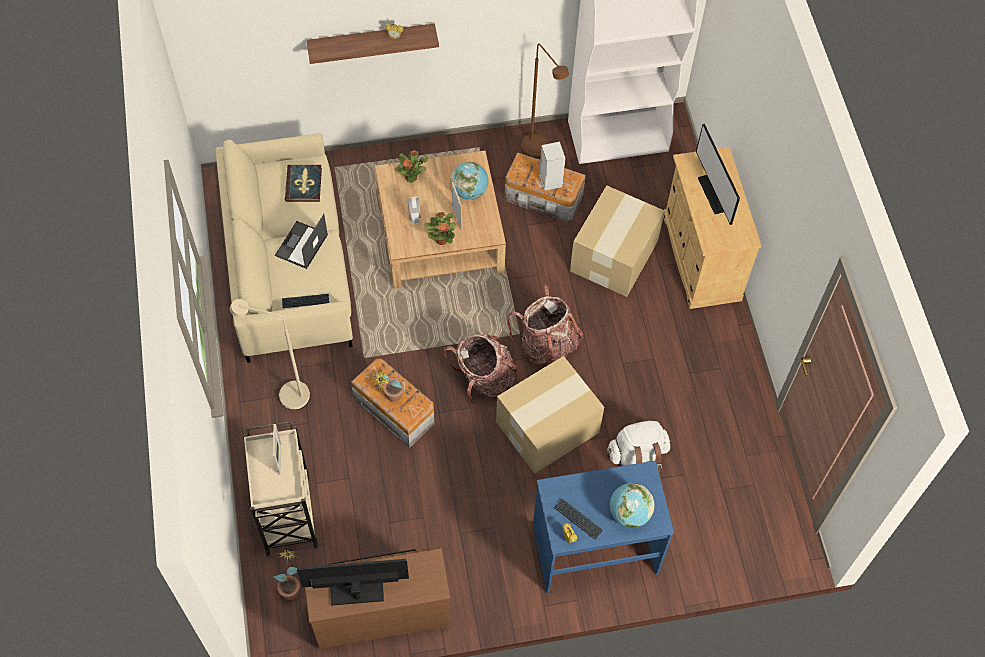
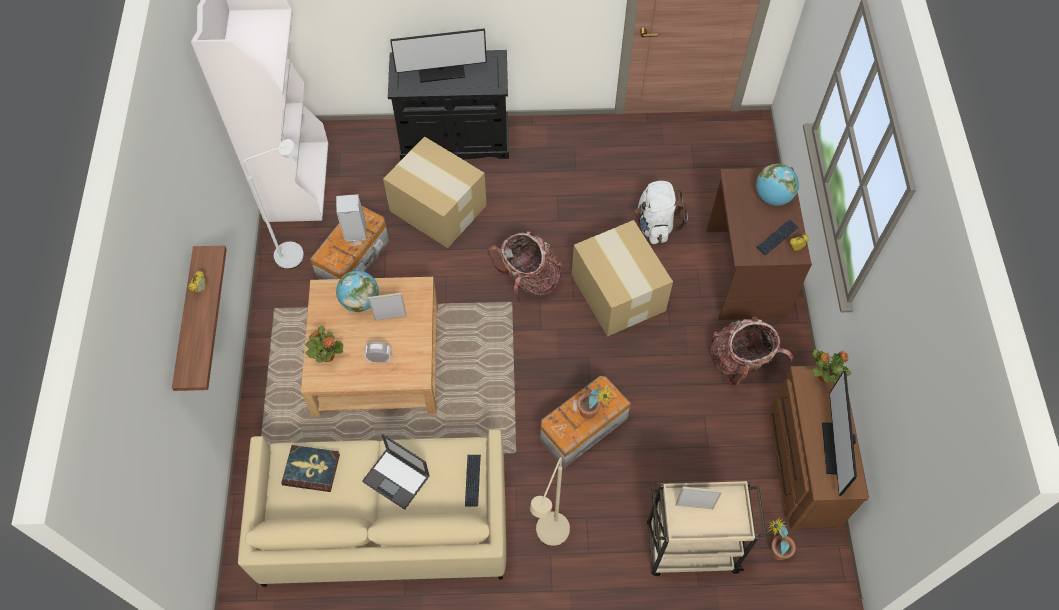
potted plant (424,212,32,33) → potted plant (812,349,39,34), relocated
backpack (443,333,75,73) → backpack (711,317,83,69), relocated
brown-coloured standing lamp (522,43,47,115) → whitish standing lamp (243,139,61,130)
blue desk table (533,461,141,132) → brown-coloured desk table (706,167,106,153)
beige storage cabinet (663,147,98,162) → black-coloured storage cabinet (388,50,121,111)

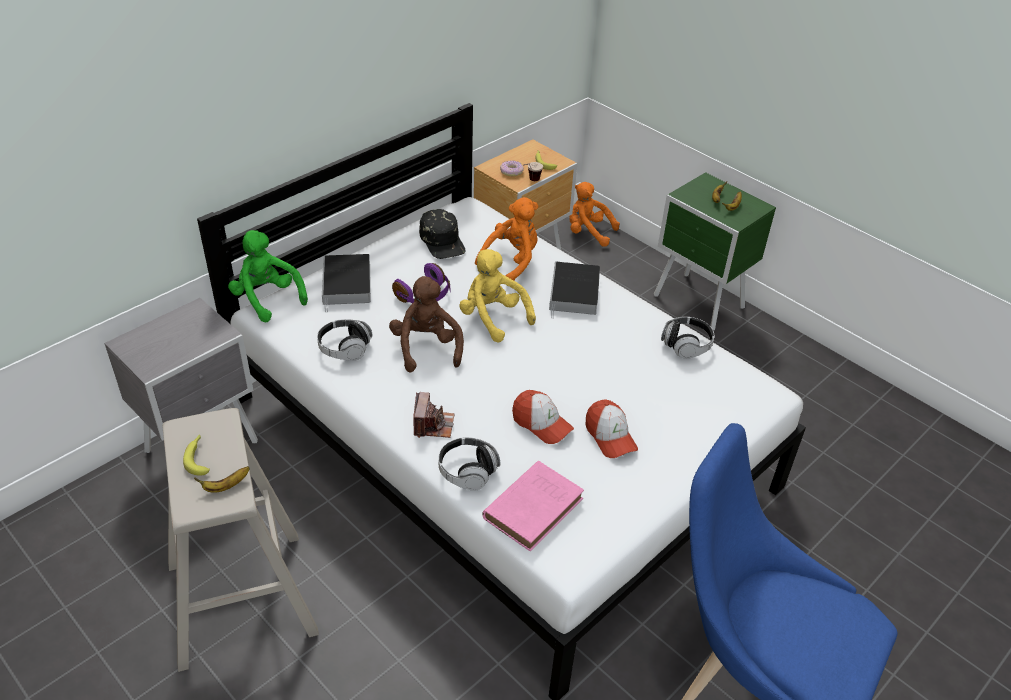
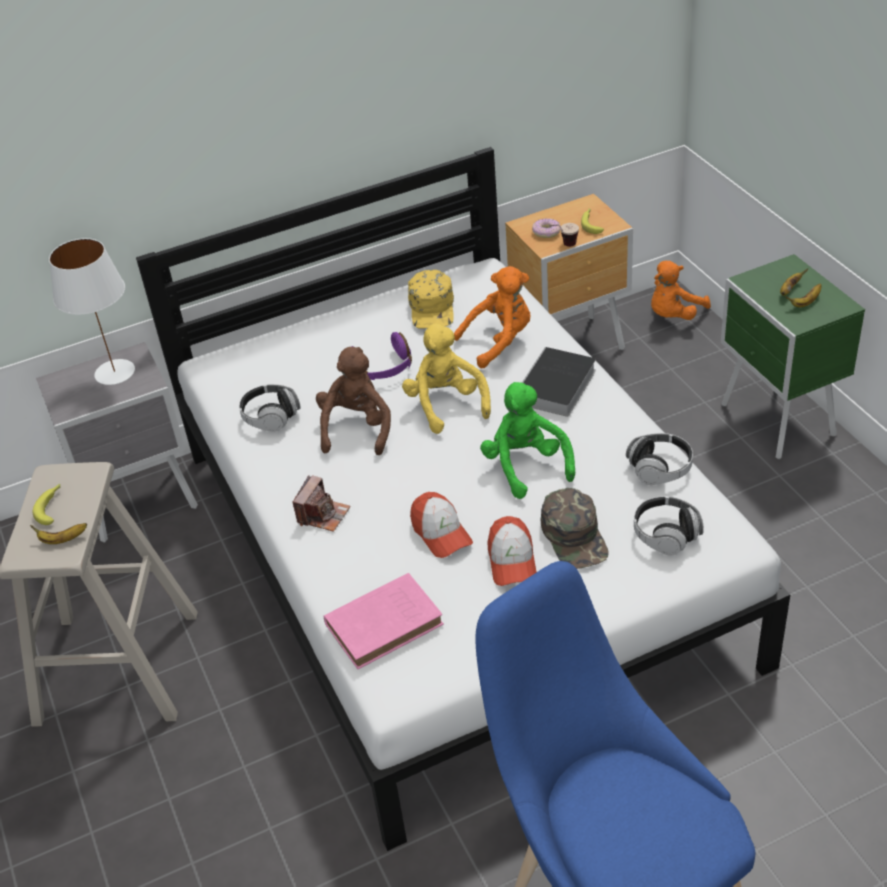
green-coloured cuddly toy (228,230,80,92) → green-coloured cuddly toy (480,382,95,117), relocated
bound book (322,254,49,59) → -
black-coloured cap (419,209,47,50) → yellowish cap (408,270,46,59)
headset (439,437,62,54) → headset (634,496,70,59), relocated
orangey cuddly toy (569,182,51,65) → orangey cuddly toy (651,260,60,60), 90 degrees counterclockwise
- → whitish table lamp (49,238,86,147)
- → green-coloured cap (541,488,68,81)

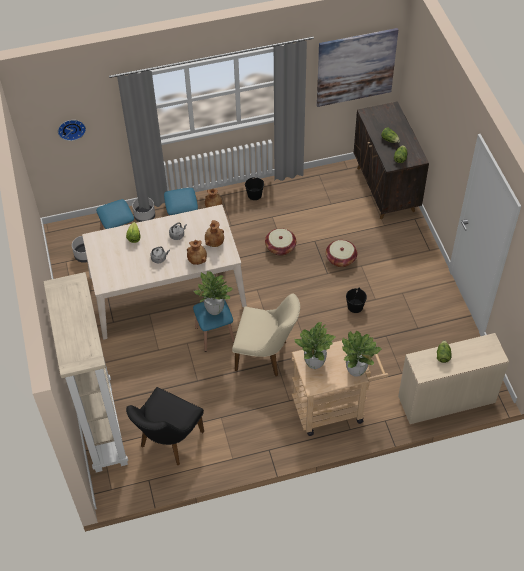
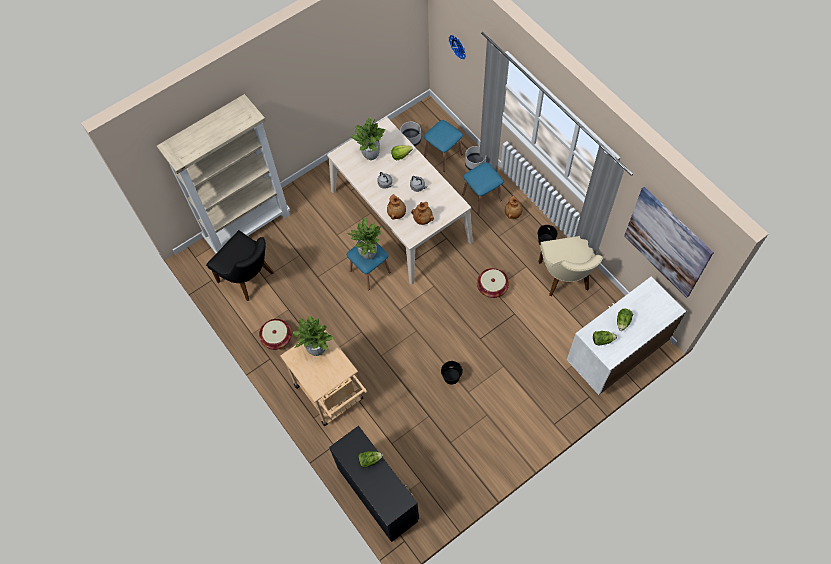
black-coloured plain chair (126,387,78,78) → black-coloured plain chair (206,230,68,71), 150 degrees counterclockwise
beige plain chair (232,293,68,83) → beige plain chair (538,236,65,60), relocated
household basket (326,240,31,27) → household basket (259,319,33,31), relocated
potted plant (342,331,39,46) → potted plant (350,117,36,43), relocated
brown-coloured storage cabinet (354,101,75,118) → whitish storage cabinet (567,276,119,119)
beige desk table (398,333,111,91) → black-coloured desk table (329,426,90,116)

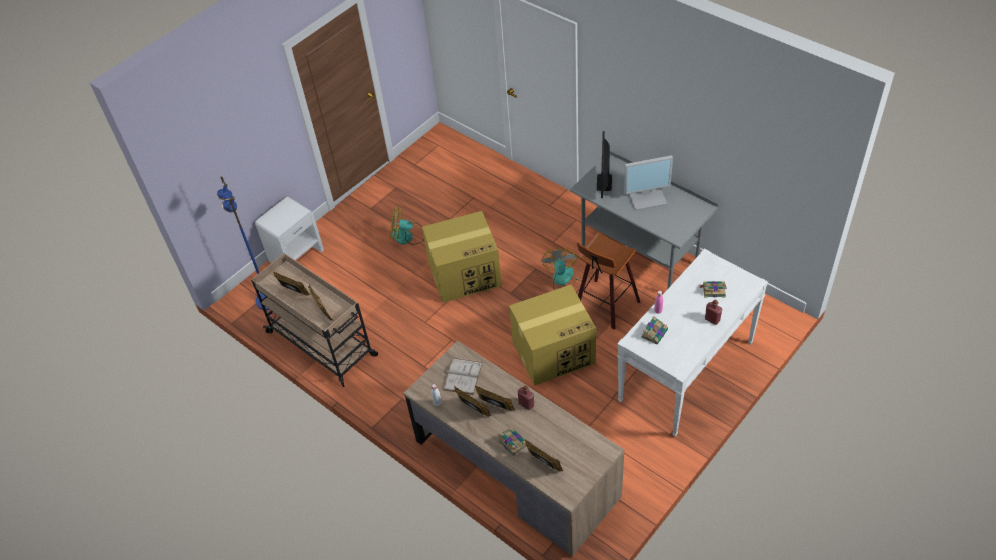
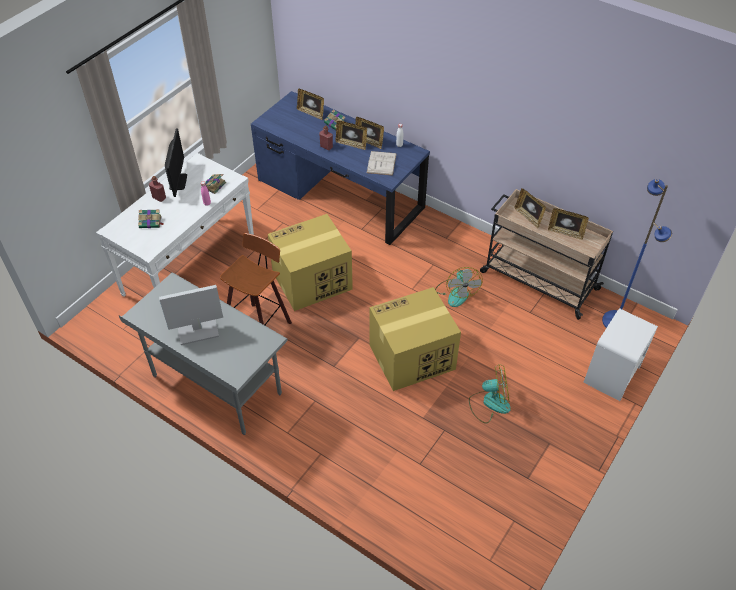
brown-coloured desk table (403,341,221,216) → blue desk table (251,91,179,154)
electric fan (541,248,41,44) → electric fan (435,267,48,40), relocated
computer display (597,131,15,67) → computer display (165,129,22,68), relocated

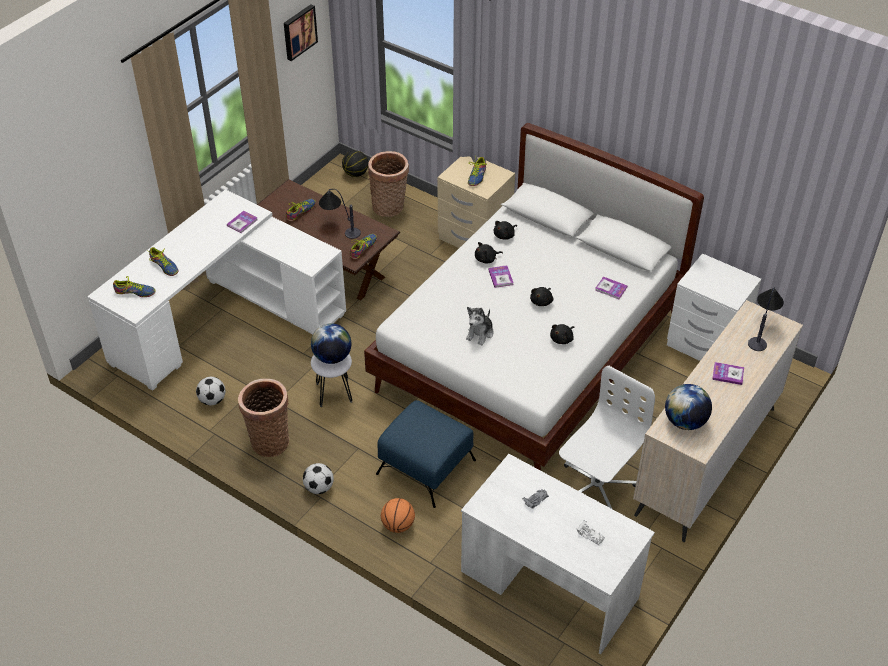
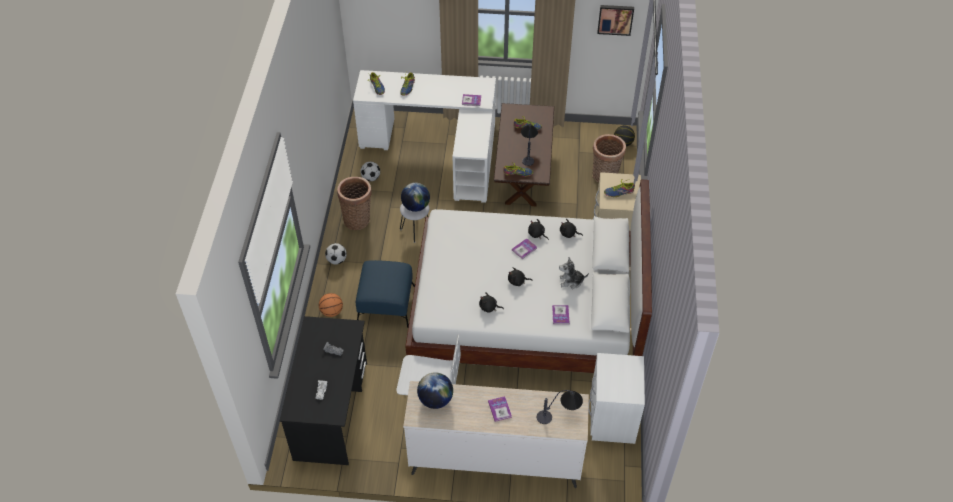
whitish desk table (461,454,194,200) → black-coloured desk table (280,316,87,149)
cuddly toy (466,307,28,38) → cuddly toy (559,257,30,32), relocated

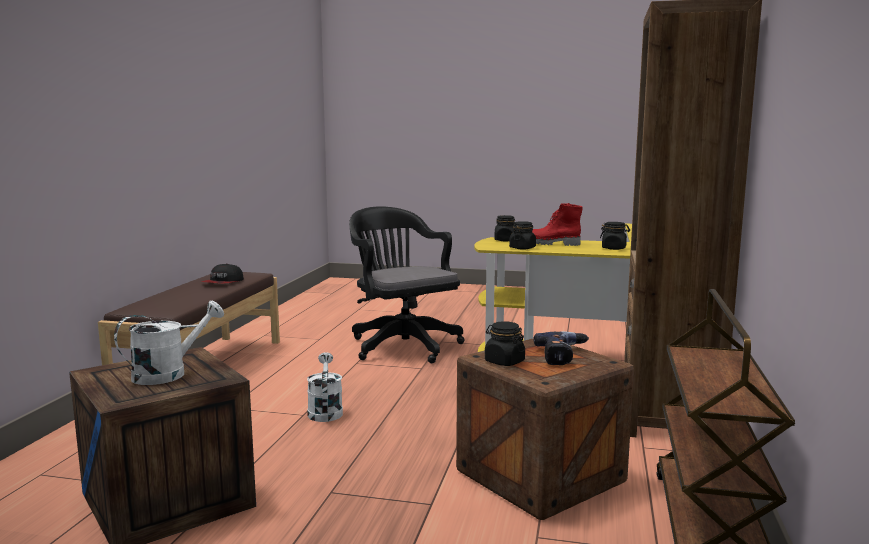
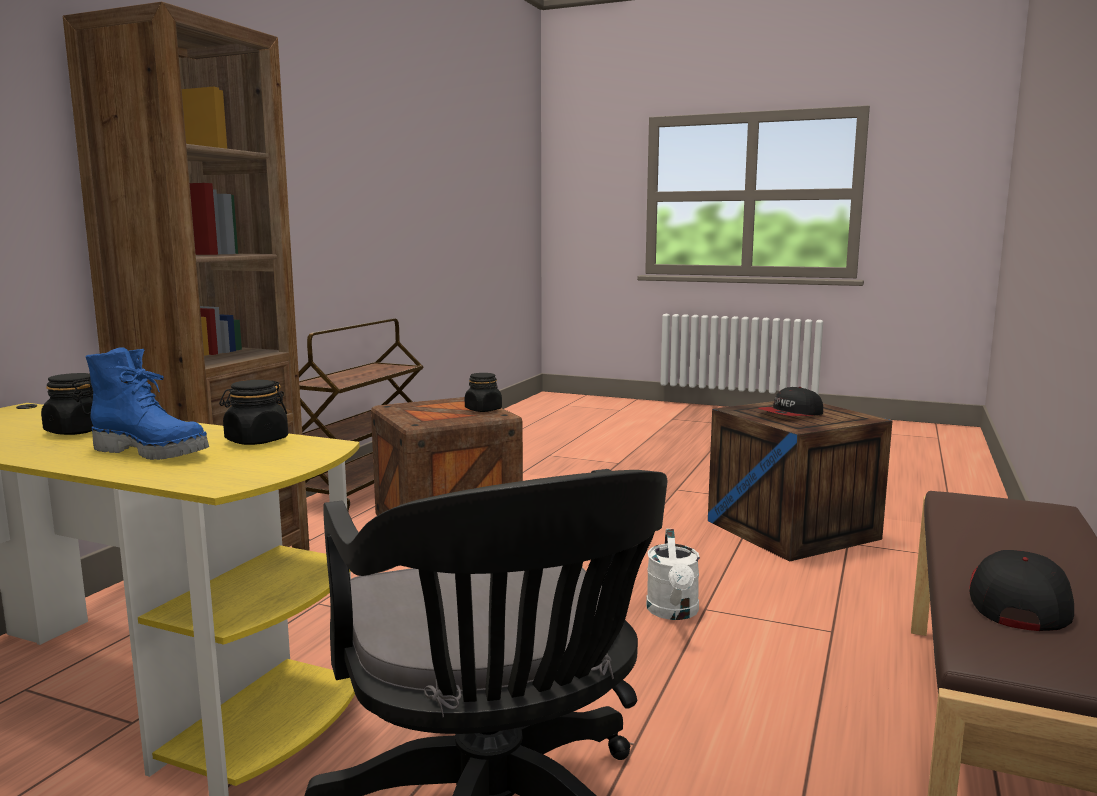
whitish sprinkling can (114,301,110,84) → cap (758,387,65,29)
black-coloured jar (495,215,20,26) → -
red high-top boot (532,203,51,43) → blue high-top boot (86,348,123,112)
drill (533,331,56,34) → -

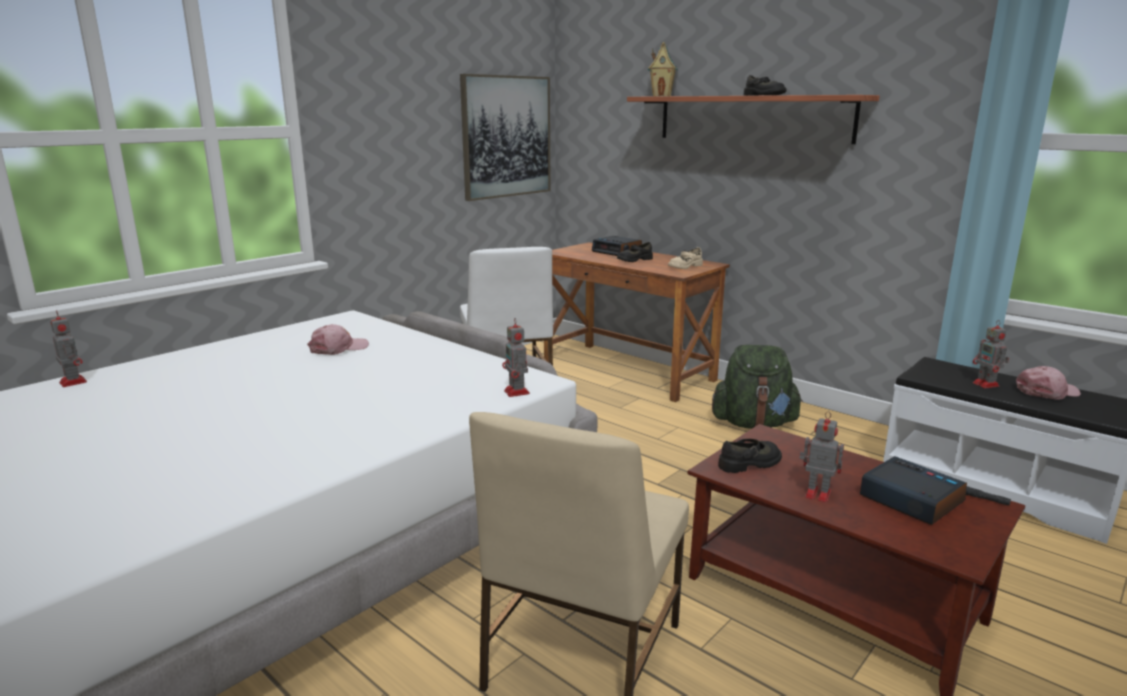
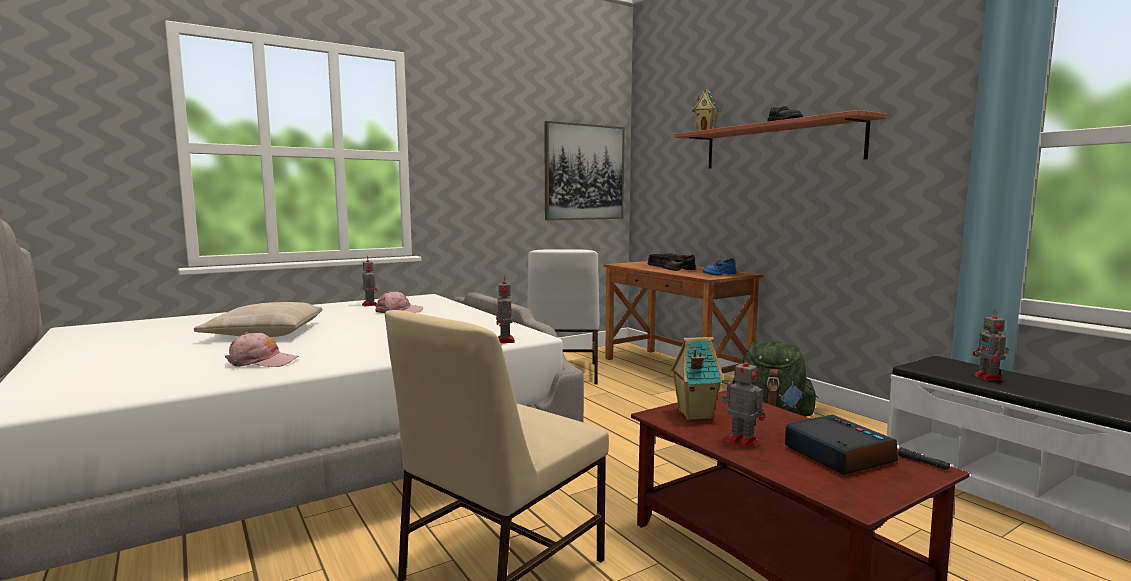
toy robot (50,310,37,77) → toy robot (362,256,16,50), relocated
beige shoe (668,247,35,22) → blue shoe (703,258,33,17)
black-coloured shoe (718,439,64,34) → toy house (671,337,53,83)
pink-coloured cap (1016,366,65,34) → pink-coloured cap (225,333,74,34), relocated
- → beige pillow (194,302,128,35)

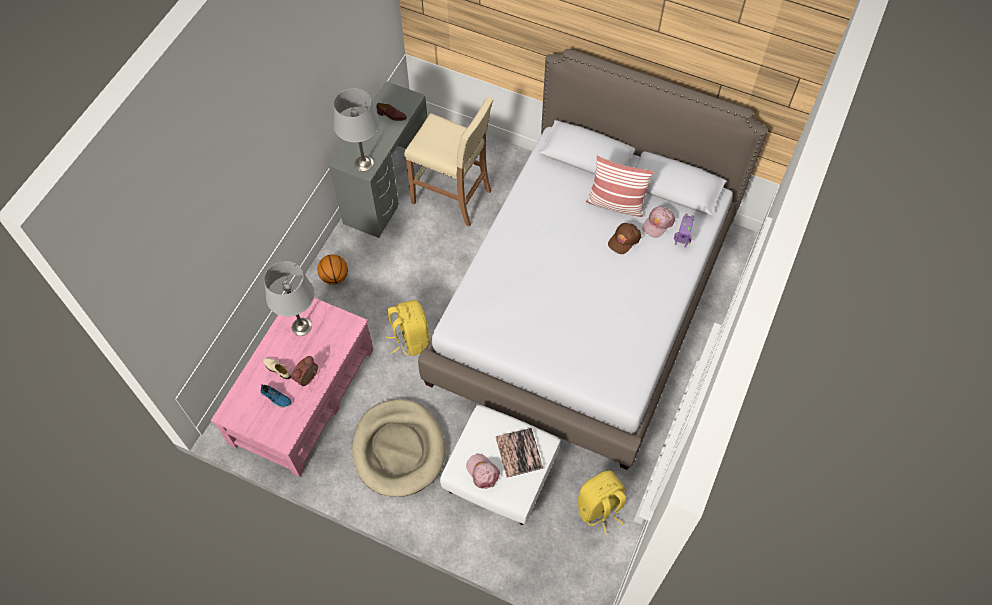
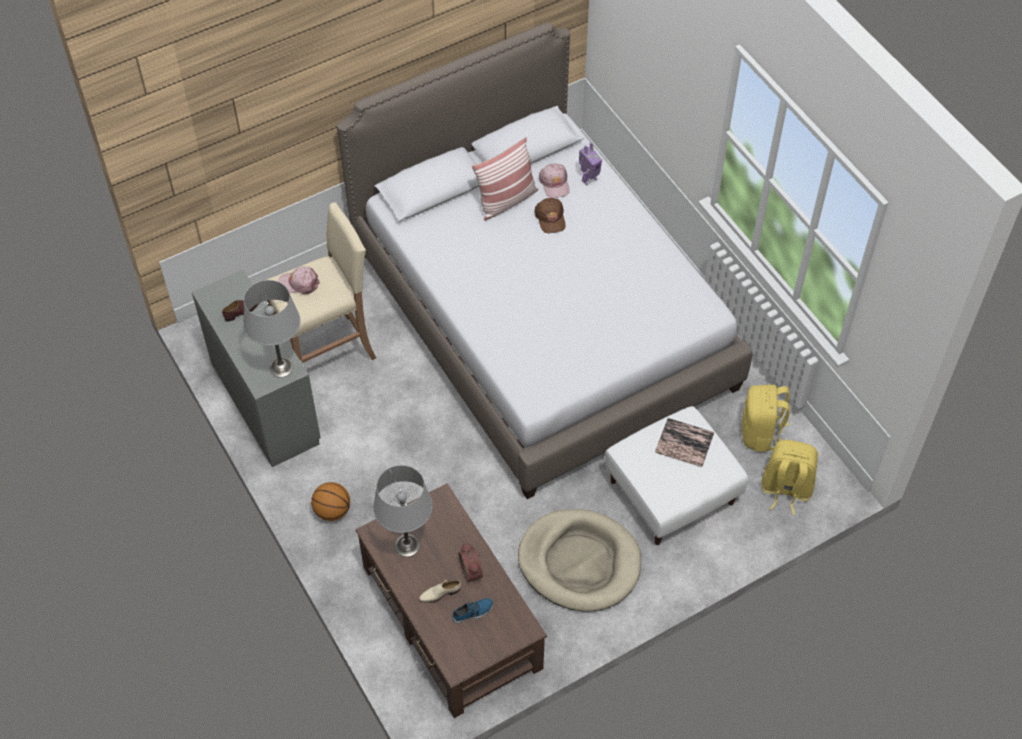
pink-coloured low table (211,290,162,187) → brown-coloured low table (355,483,192,235)
yellowish backpack (386,300,43,56) → yellowish backpack (761,440,57,75), relocated
pink-coloured cap (466,454,34,35) → pink-coloured cap (278,266,42,28), relocated

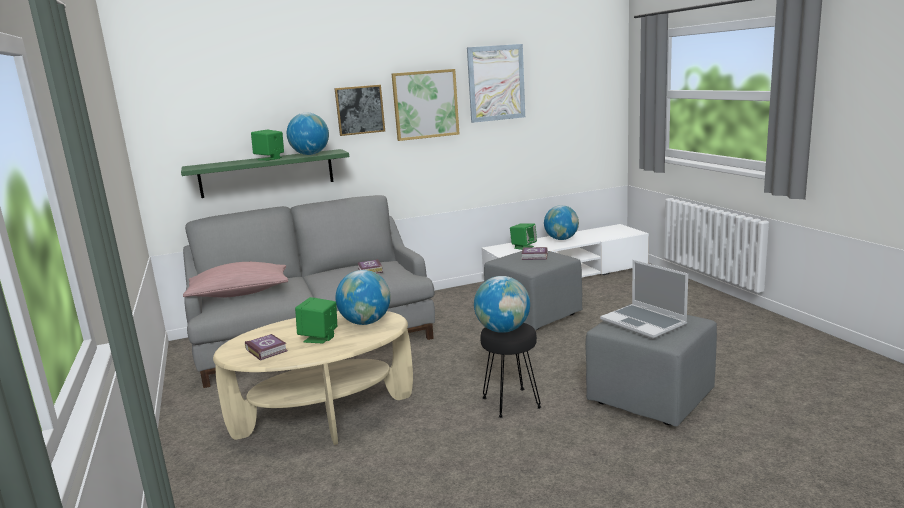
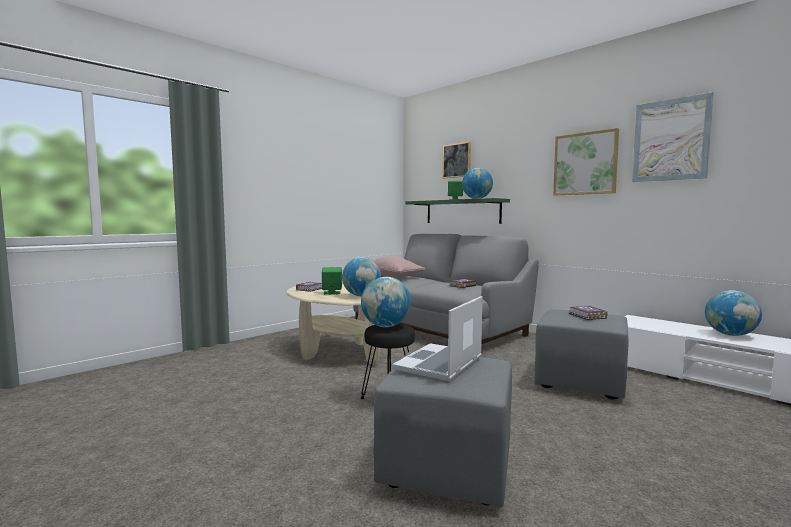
picture (334,85,51,51) → picture (442,142,29,36), relocated
green-coloured speaker (510,223,27,27) → -

